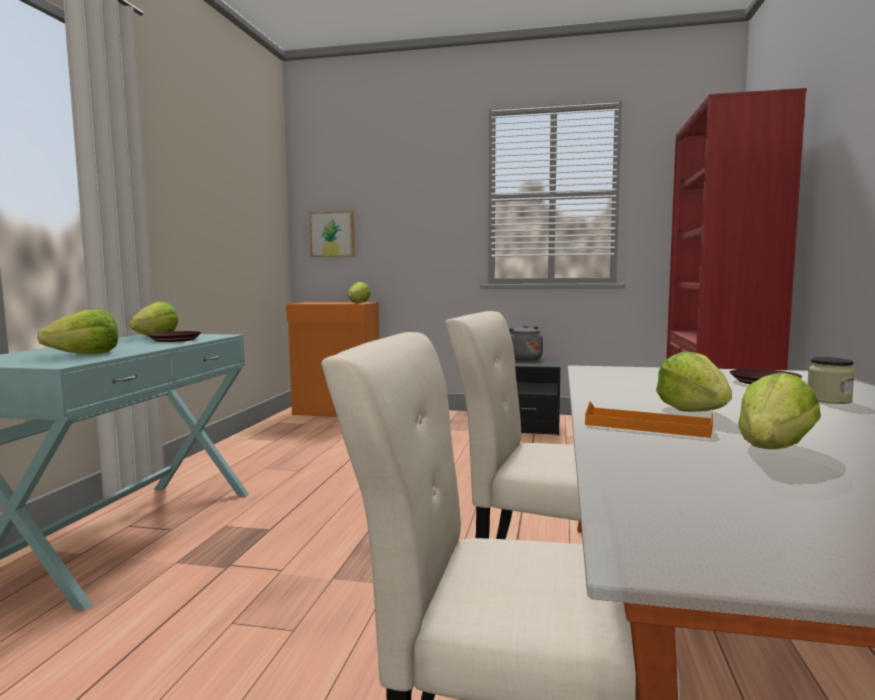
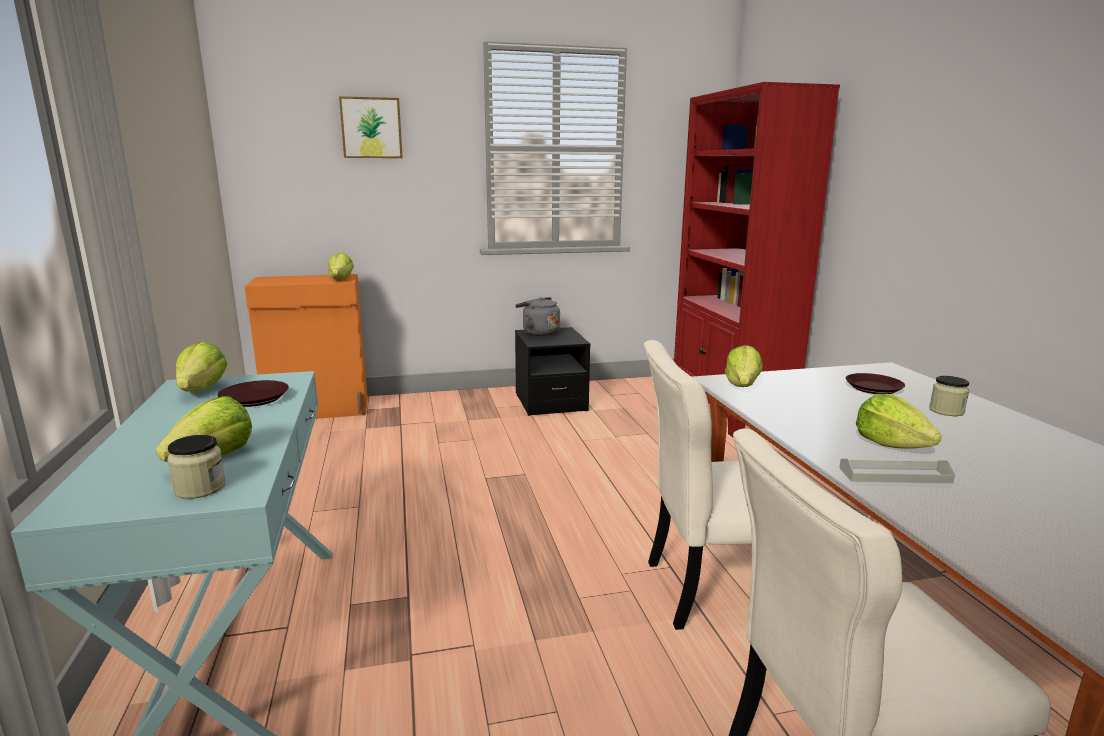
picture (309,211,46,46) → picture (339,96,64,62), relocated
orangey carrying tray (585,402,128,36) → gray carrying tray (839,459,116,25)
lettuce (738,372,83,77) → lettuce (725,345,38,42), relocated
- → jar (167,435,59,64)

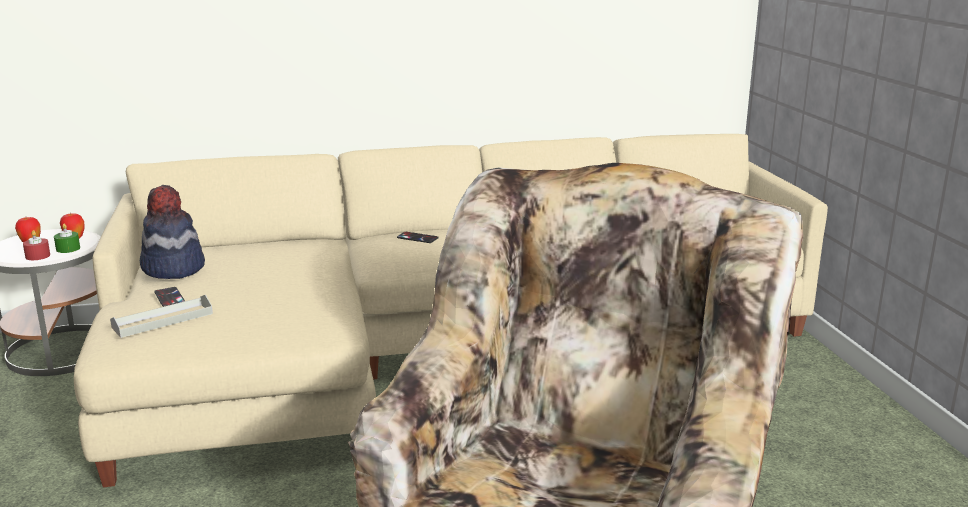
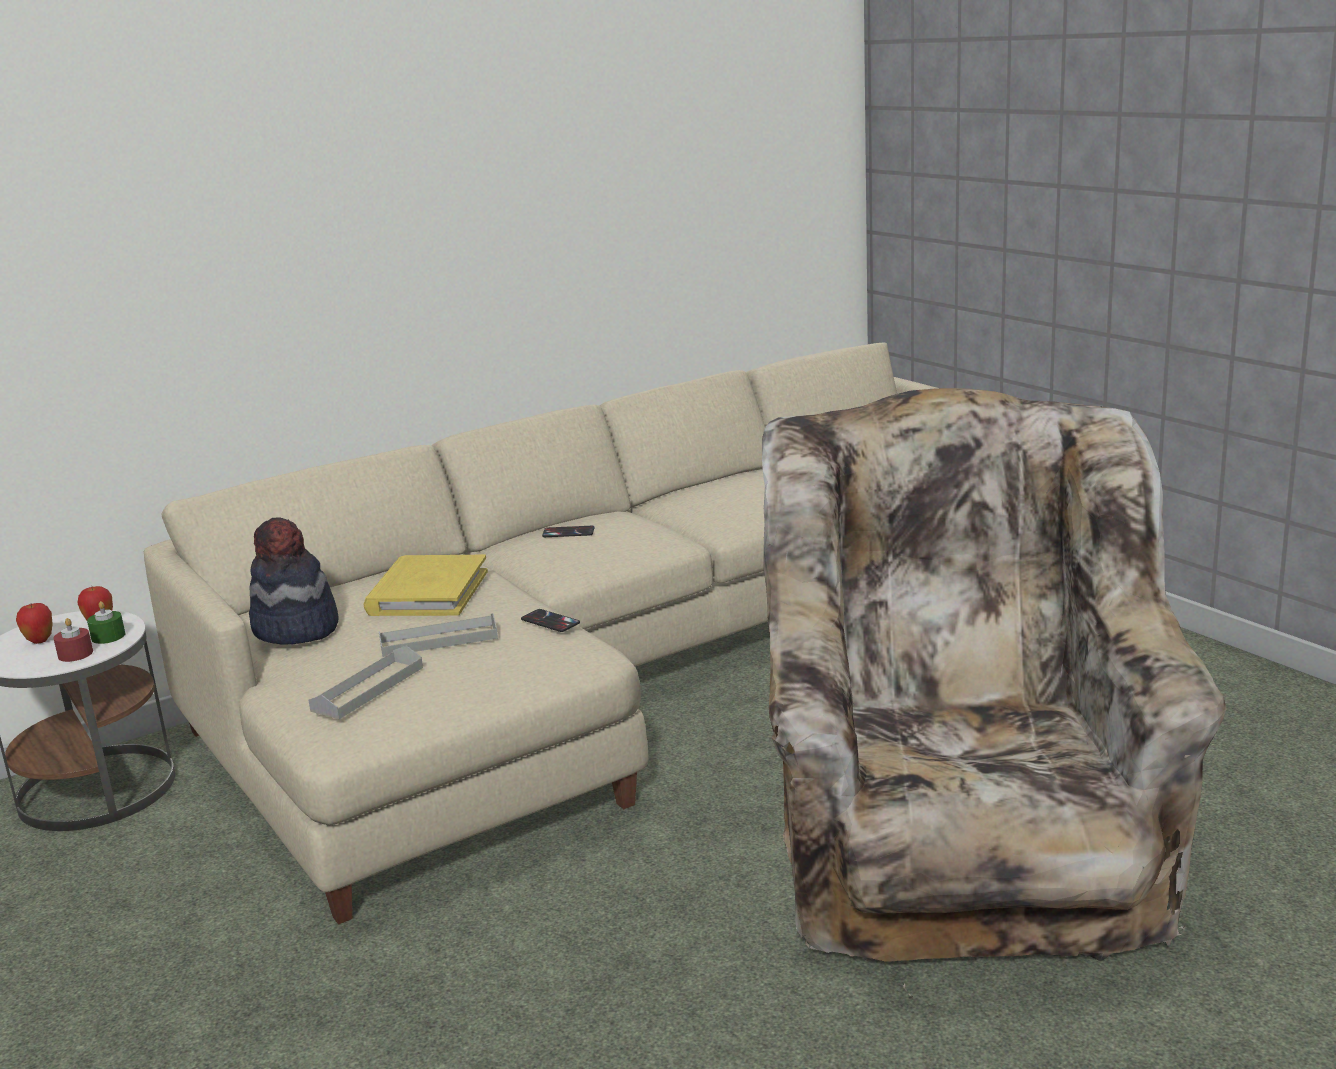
telephone (154,287,31,20) → telephone (521,609,59,23), relocated
- → yellowish bound book (363,555,125,61)
- → gray carrying tray (379,613,119,44)

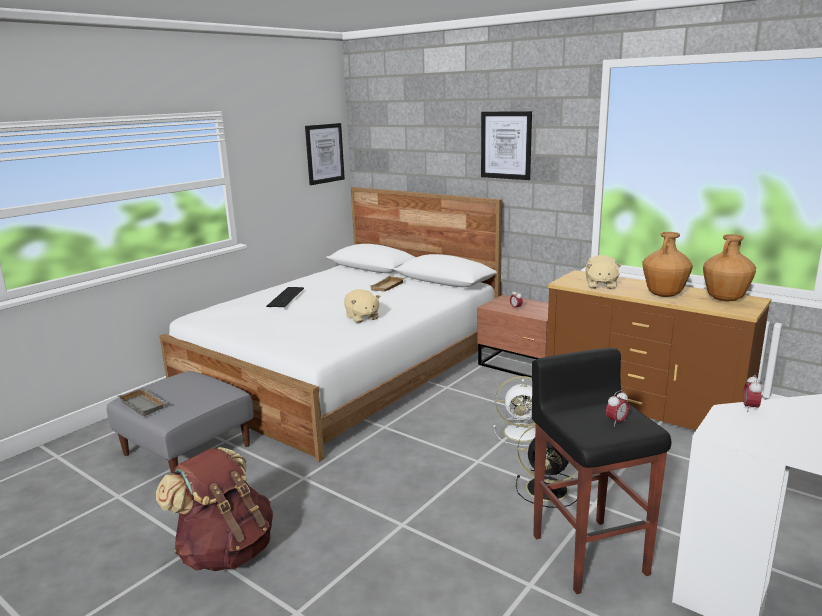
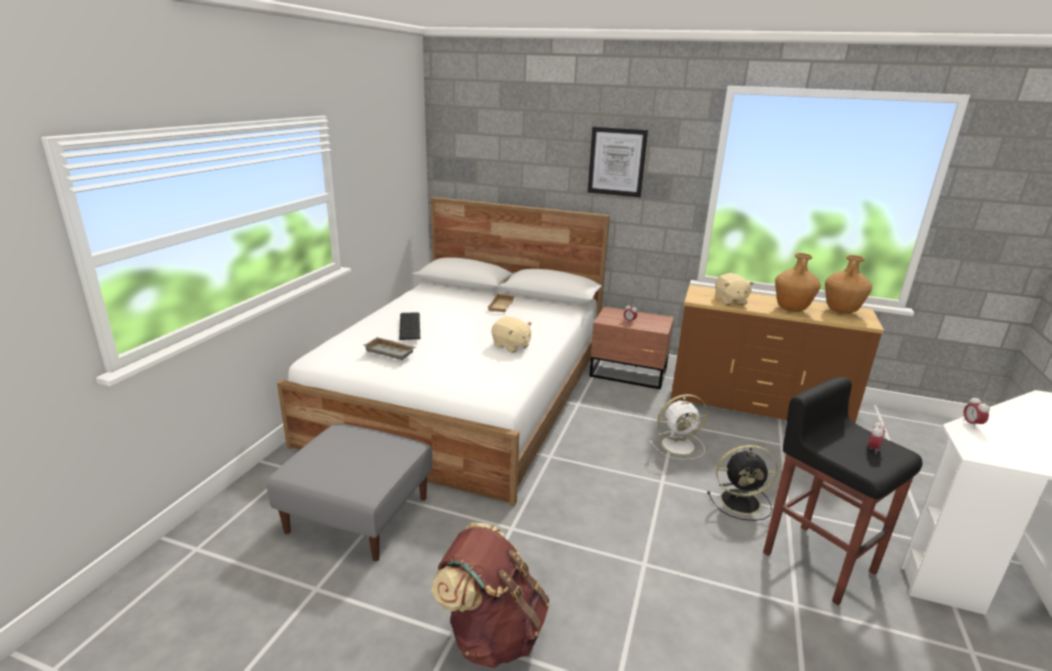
gray carrying tray (118,388,49,29) → gray carrying tray (364,337,52,23), relocated
picture (305,123,40,62) → -

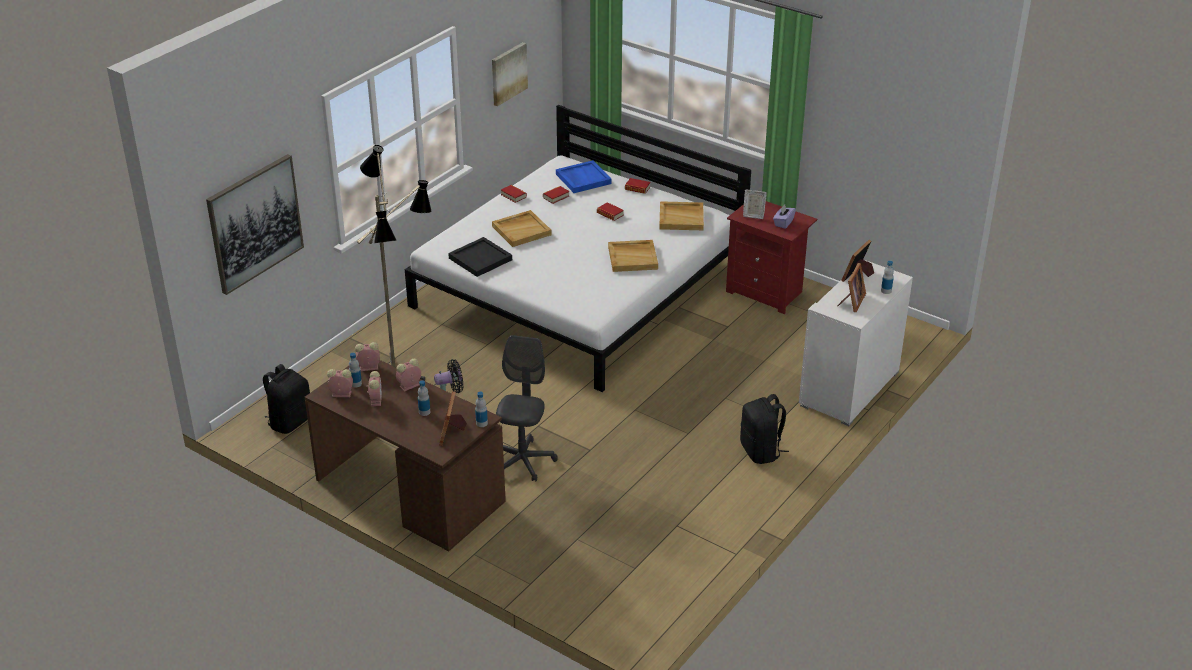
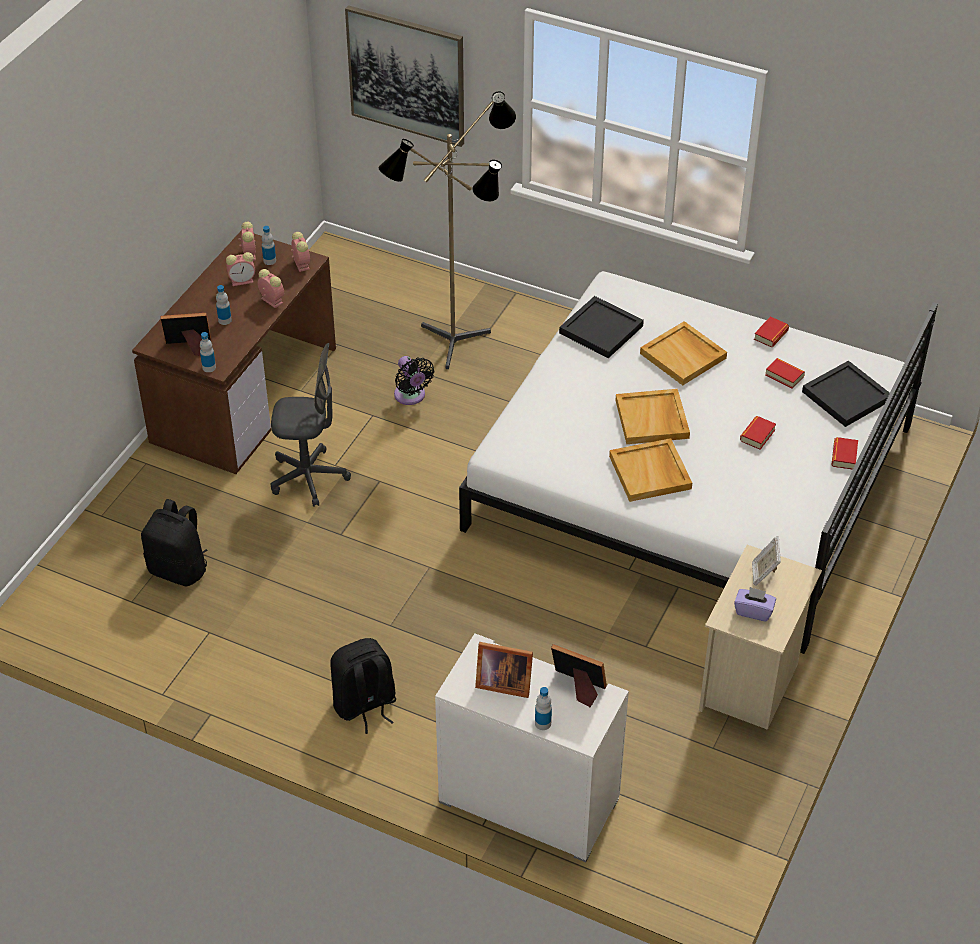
black-coloured backpack (263,364,47,70) → black-coloured backpack (141,499,67,87), relocated
picture (492,42,36,64) → -
blue carrying tray (556,160,56,33) → black-coloured carrying tray (802,360,88,67)
beige carrying tray (659,201,45,29) → beige carrying tray (616,389,74,55), relocated
red nightstand (726,201,91,113) → beige nightstand (699,545,123,185)

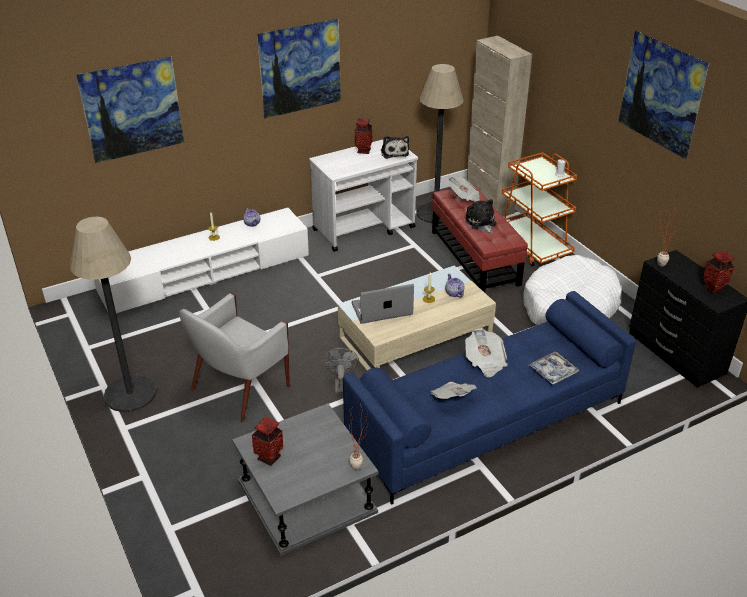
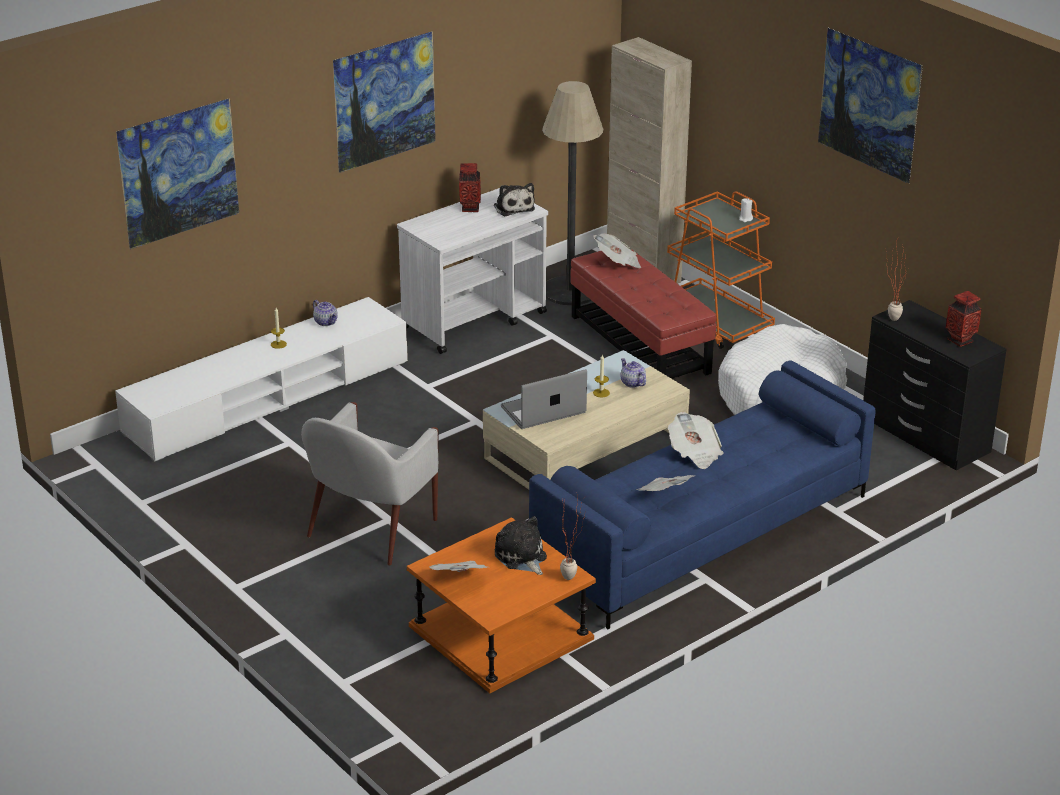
standing lamp (70,217,87,195) → -
gray end table (232,403,146,153) → orangey end table (407,517,189,176)
decorative vase (252,417,31,49) → newspaper (429,561,58,11)
gray electric fan (322,348,37,46) → -
cuddly toy (465,199,31,35) → cuddly toy (495,516,52,59), relocated
carrying tray (529,351,50,34) → -

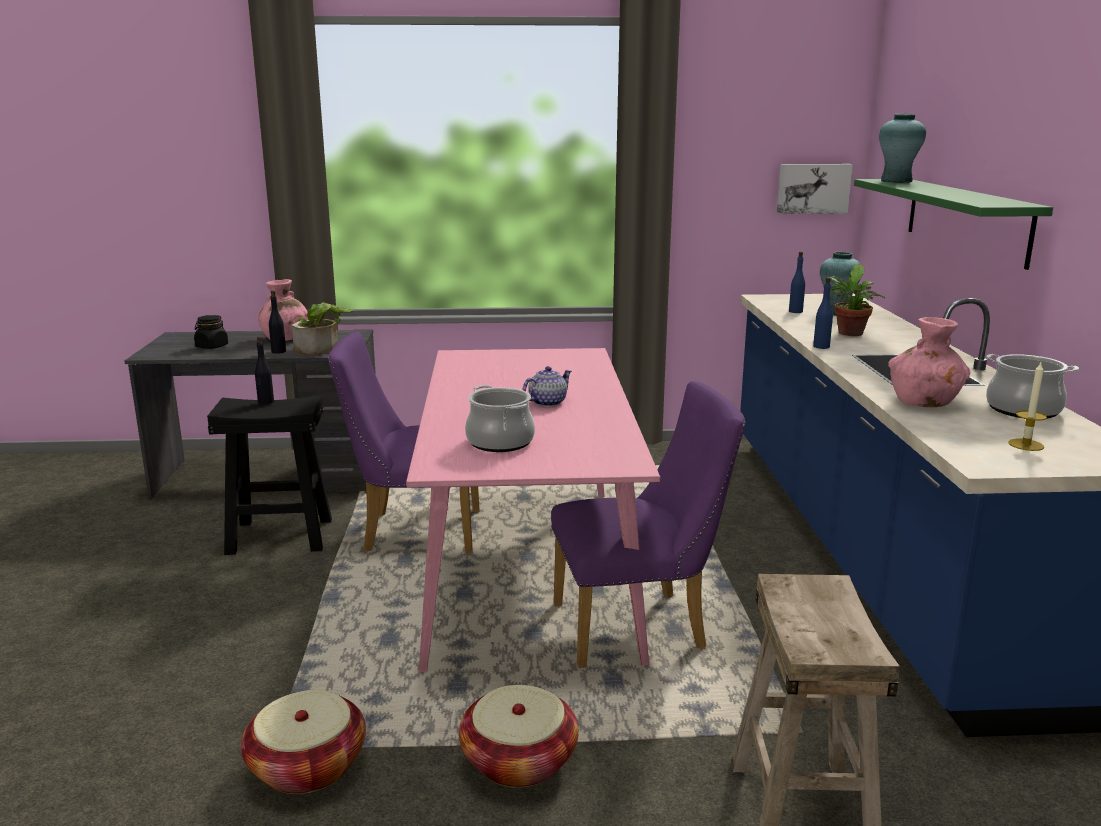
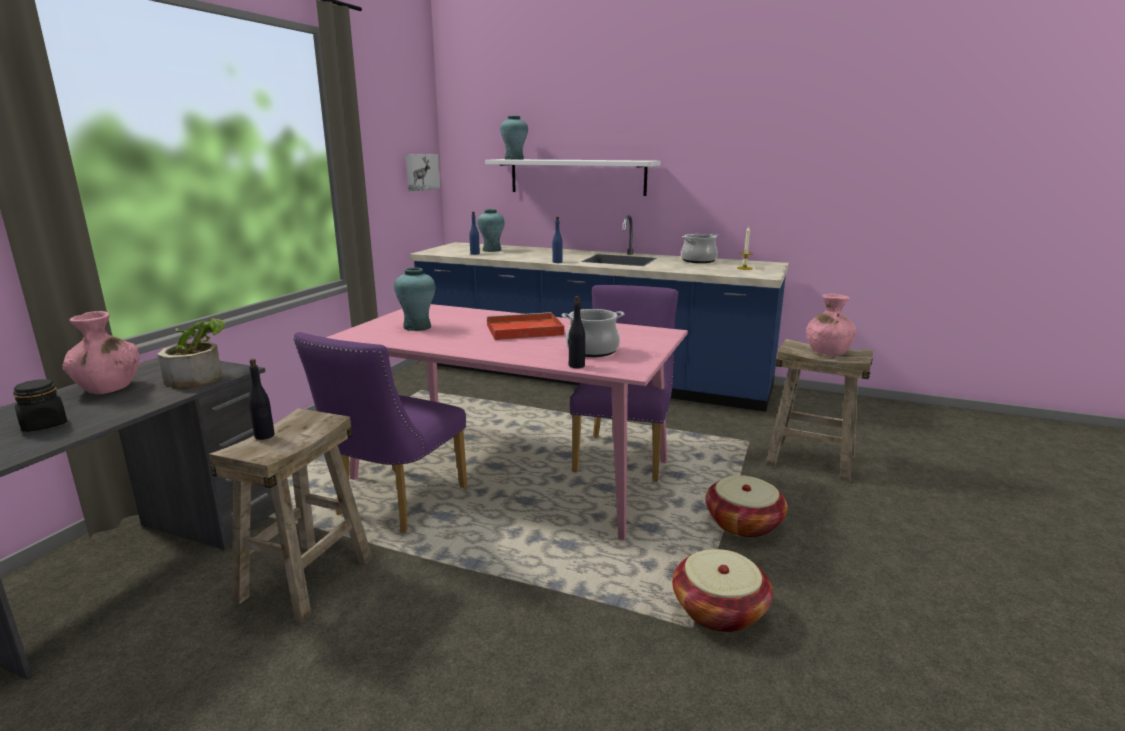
black-coloured stool (207,395,125,160) → beige stool (209,408,164,215)
black-coloured beverage bottle (269,291,17,63) → black-coloured beverage bottle (568,296,17,72), relocated
teapot (522,366,50,41) → red carrying tray (487,312,77,28)
potted plant (825,265,60,71) → -
green-coloured wall shelf (854,179,199,91) → whitish wall shelf (485,159,175,37)
pink-coloured decorative vase (888,317,82,90) → pink-coloured decorative vase (806,294,51,61), relocated
- → blue-green decorative vase (394,268,41,63)

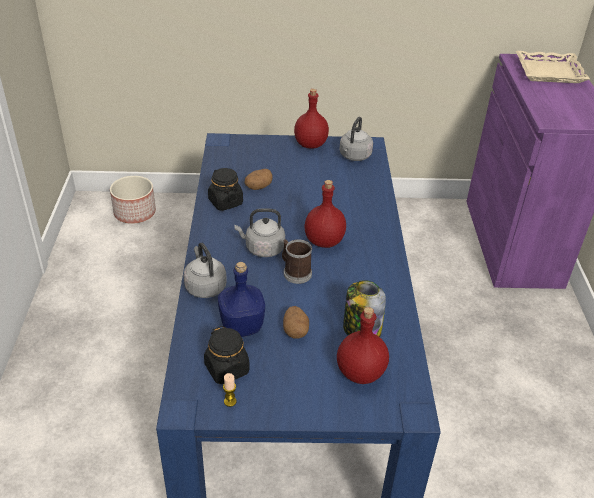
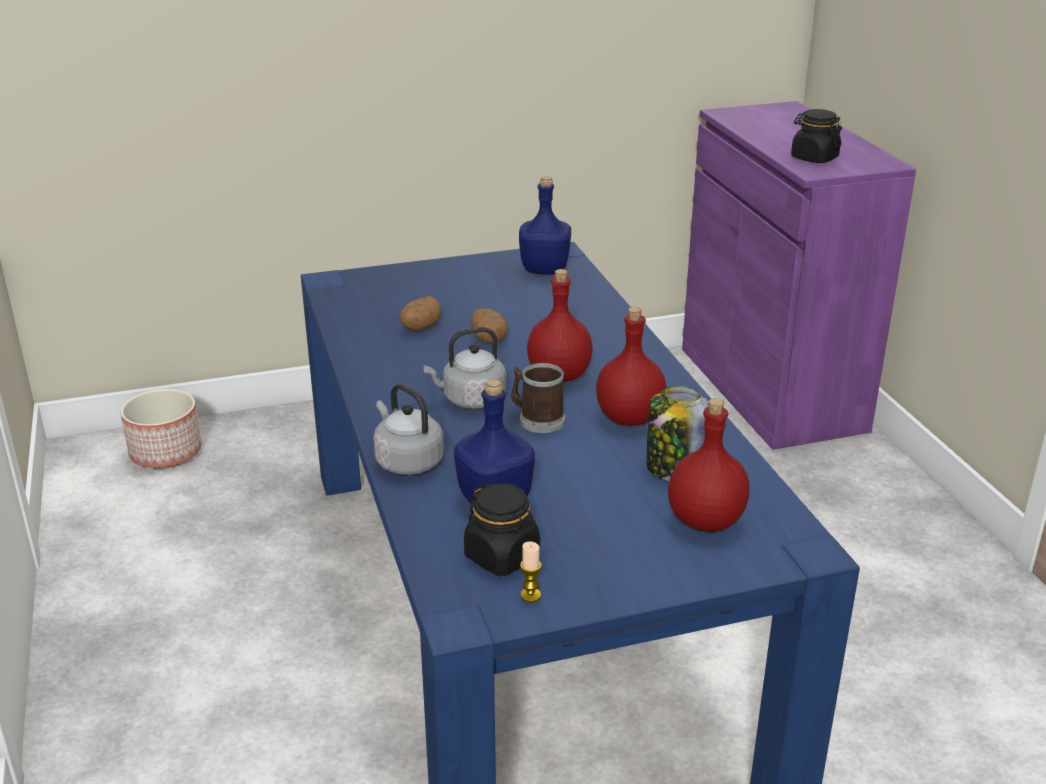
black-coloured jar (208,168,35,43) → black-coloured jar (791,109,51,54), relocated
whole potato (283,306,26,32) → whole potato (471,308,37,35), relocated
red beverage bottle (294,89,35,59) → red beverage bottle (596,307,70,119), relocated
gray water kettle (339,117,34,44) → blue beverage bottle (519,176,52,98)
beige carrying tray (516,51,74,32) → -

